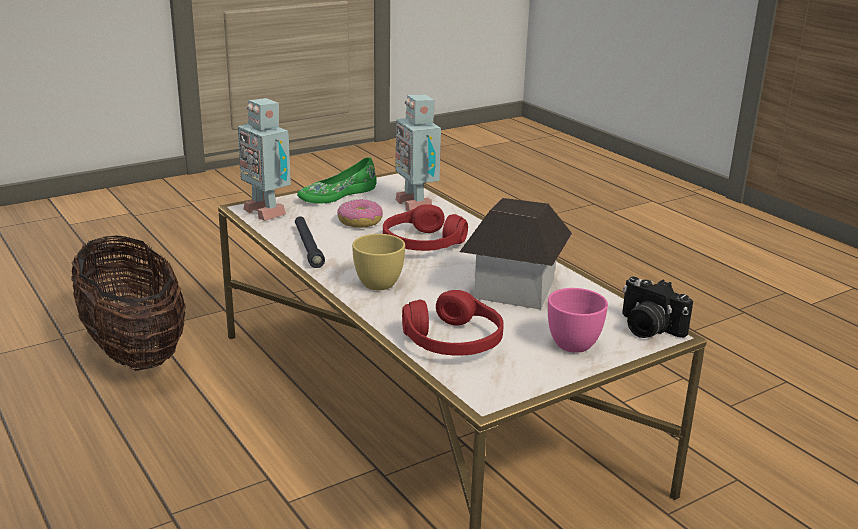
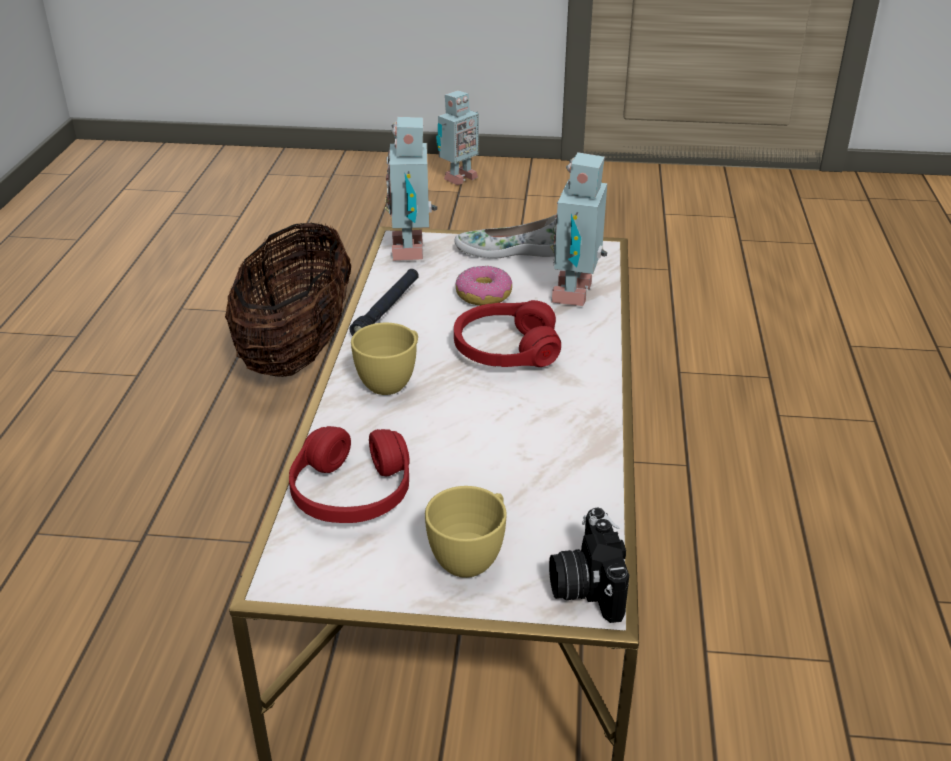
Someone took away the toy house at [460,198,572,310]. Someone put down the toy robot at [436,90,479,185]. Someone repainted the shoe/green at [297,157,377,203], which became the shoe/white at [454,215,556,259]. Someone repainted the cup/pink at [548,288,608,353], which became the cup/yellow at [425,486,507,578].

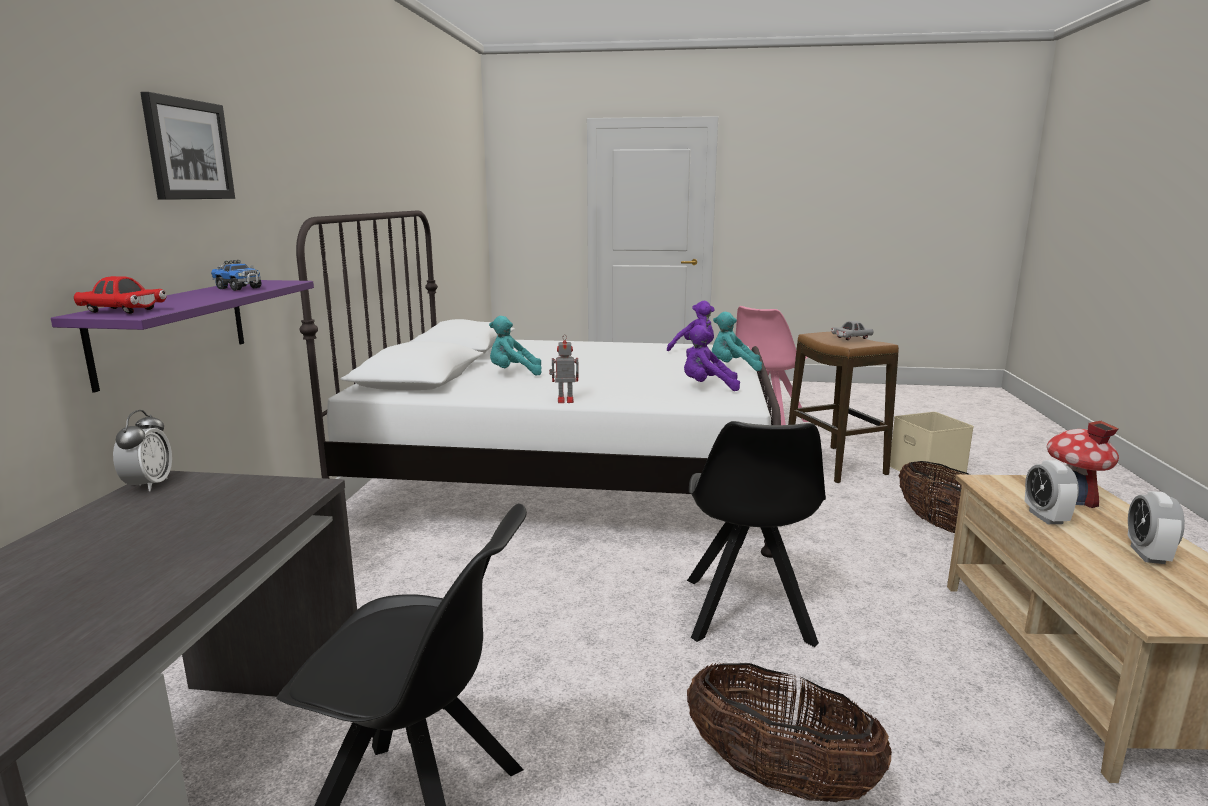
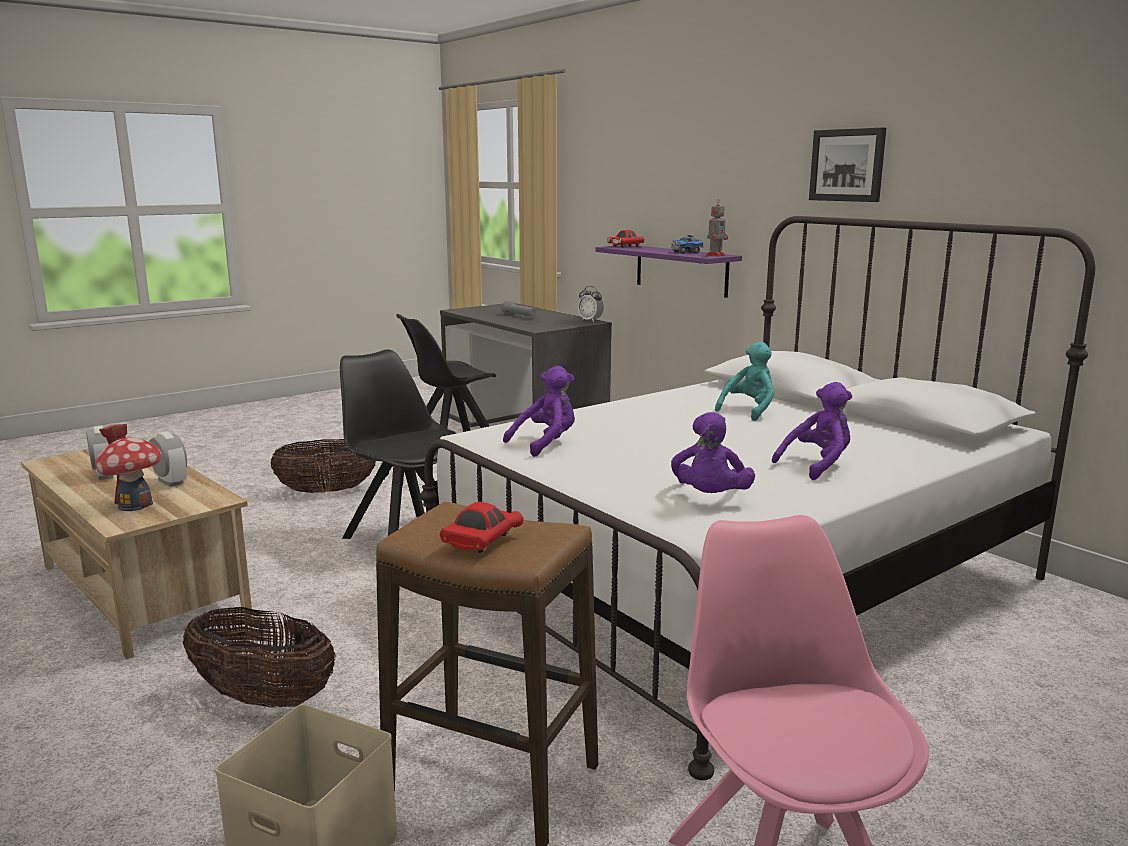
Someone took away the plush toy/turquoise at [712,312,762,371]. Someone put down the flashlight/grey at [501,301,536,316]. Someone put down the plush toy/purple at [772,382,852,480]. Someone carried the picture from [140,92,235,200] to [809,128,886,202]. Someone carried the toy robot from [549,334,579,403] to [706,199,728,256]. Someone repainted the toy car/grey at [831,321,874,340], which became the toy car/red at [440,502,524,553].

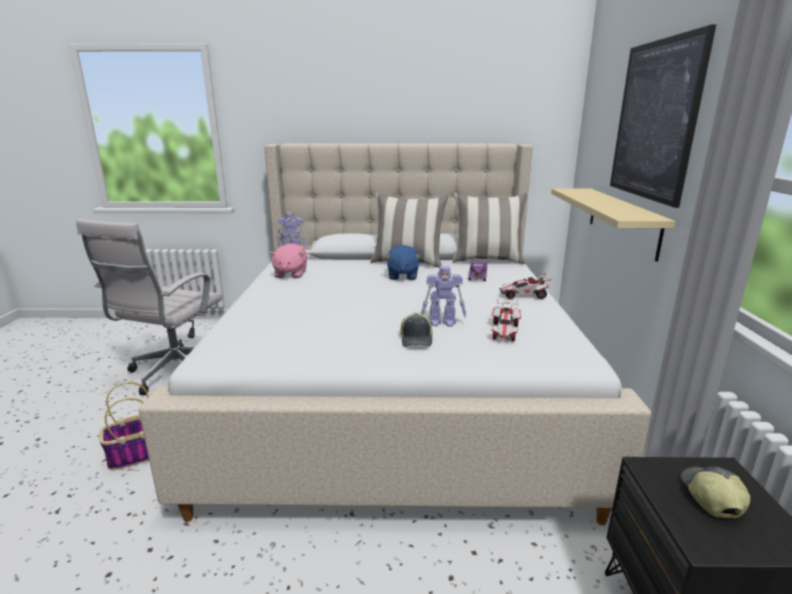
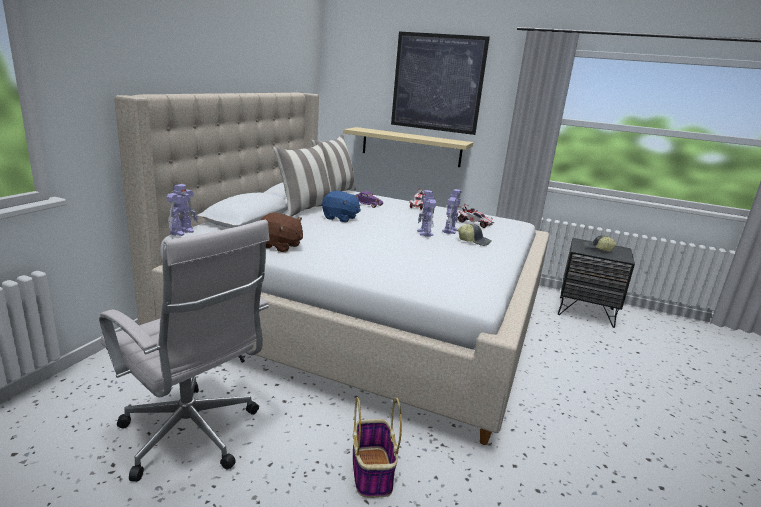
Someone put down the toy robot at [417,190,436,237]. Someone repainted the plush toy/pink at [269,243,307,278], which became the plush toy/brown at [261,213,303,252].

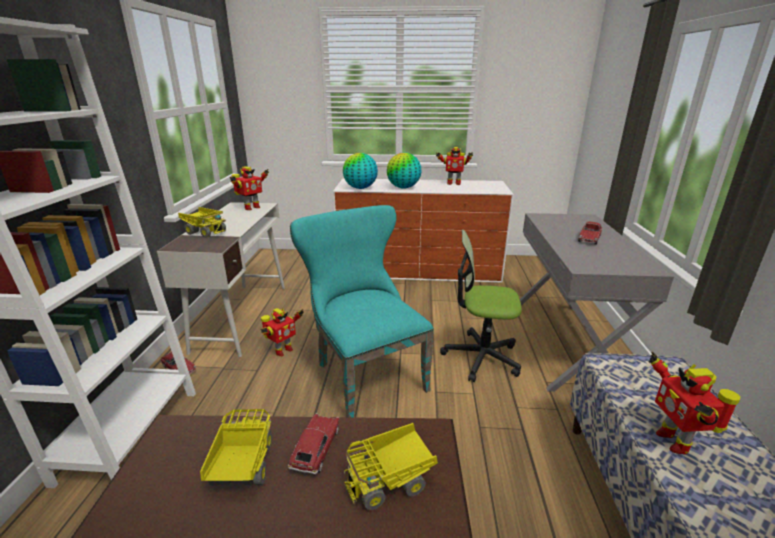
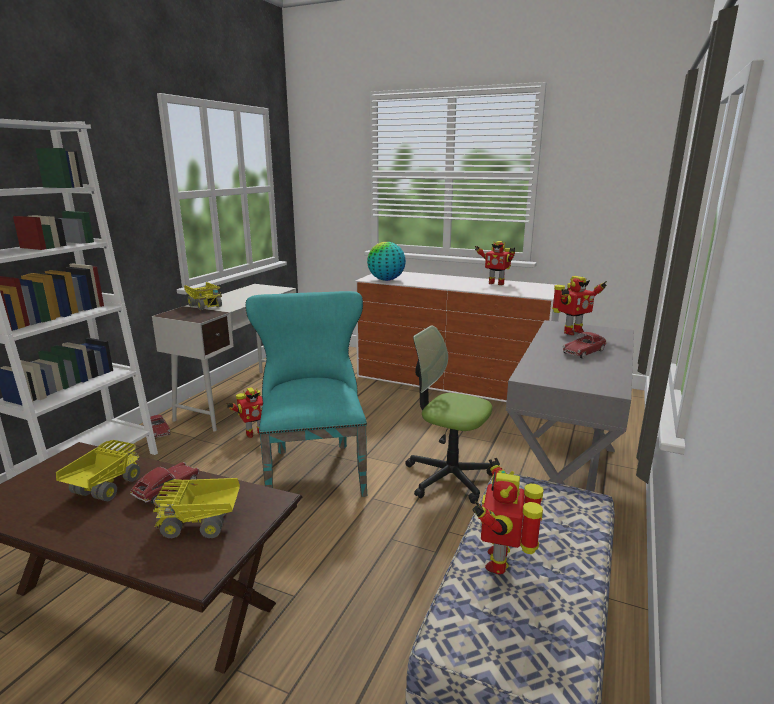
Someone took away the globe at [387,153,422,189]. Someone carried the toy robot from [230,166,269,210] to [552,276,607,335].

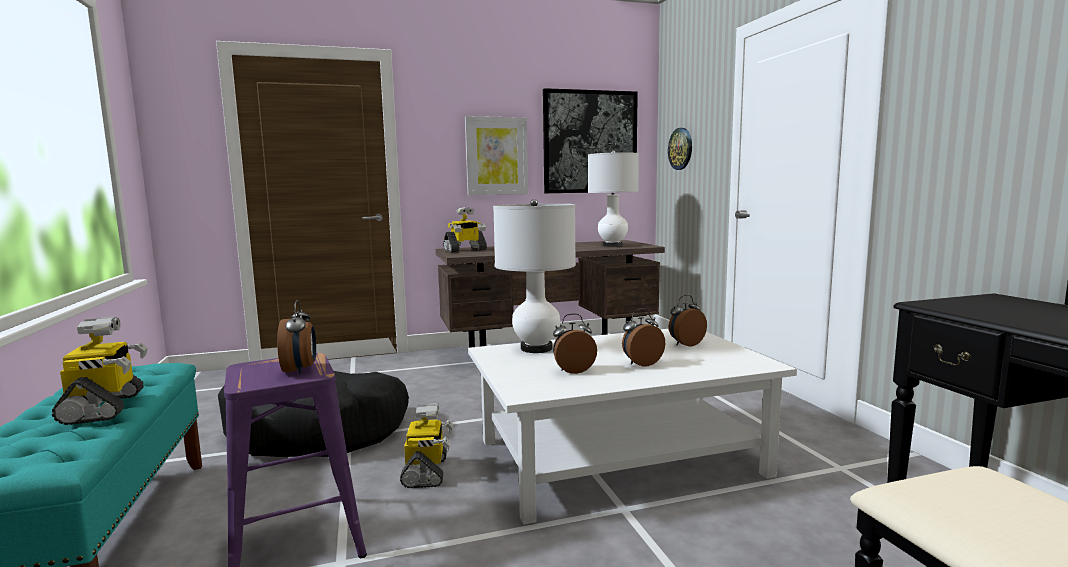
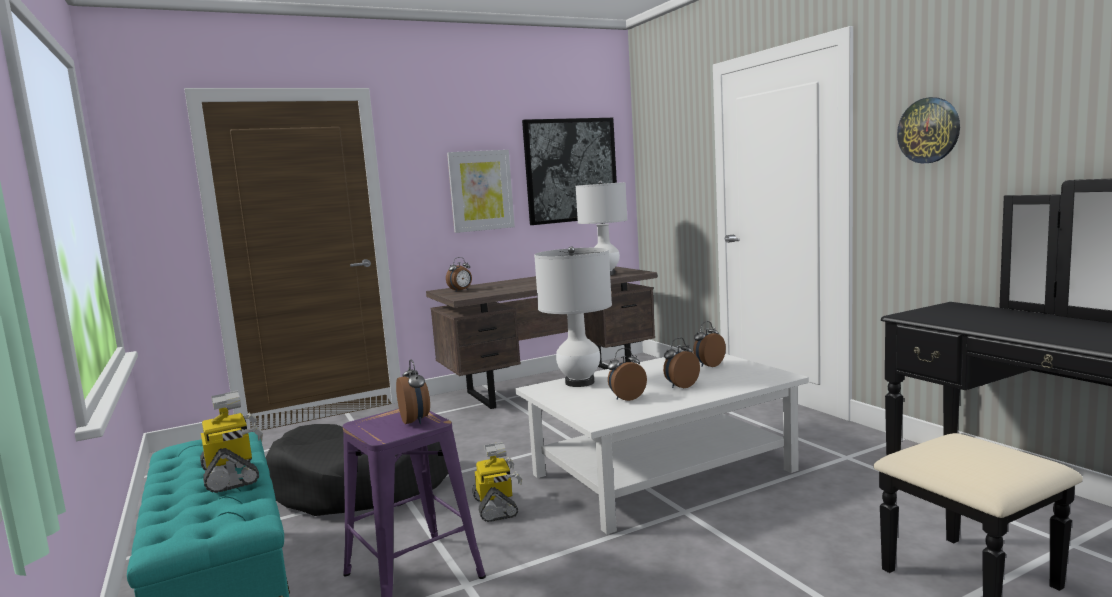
Someone carried the wall clock from [668,128,692,170] to [897,97,960,164]. Someone swapped the toy robot at [443,207,487,252] for the alarm clock at [446,257,472,291].

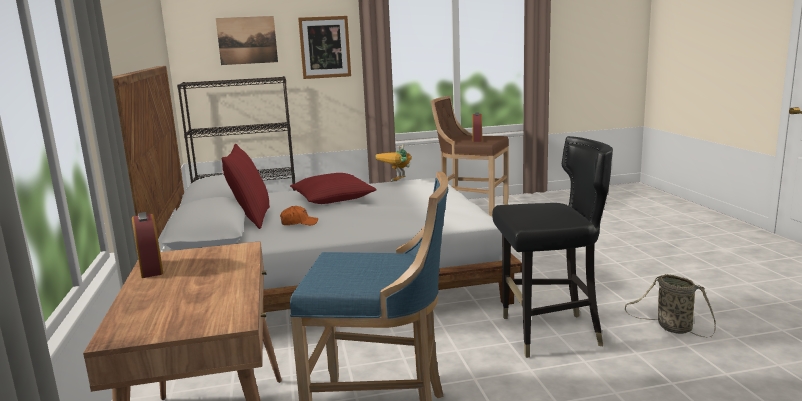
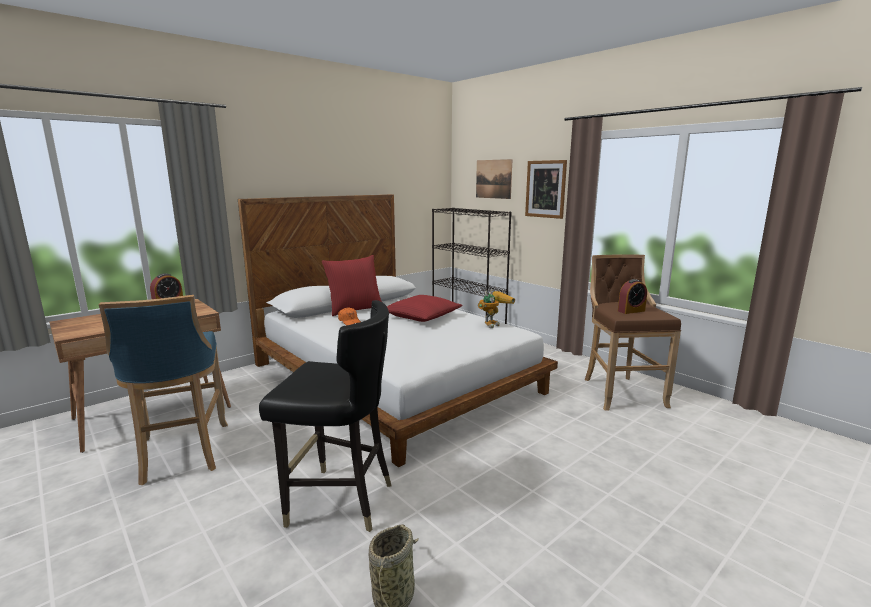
Someone rotated the toy robot at [375,144,412,182] by 135 degrees clockwise. Someone rotated the chair/black at [492,136,613,358] by 45 degrees counterclockwise.

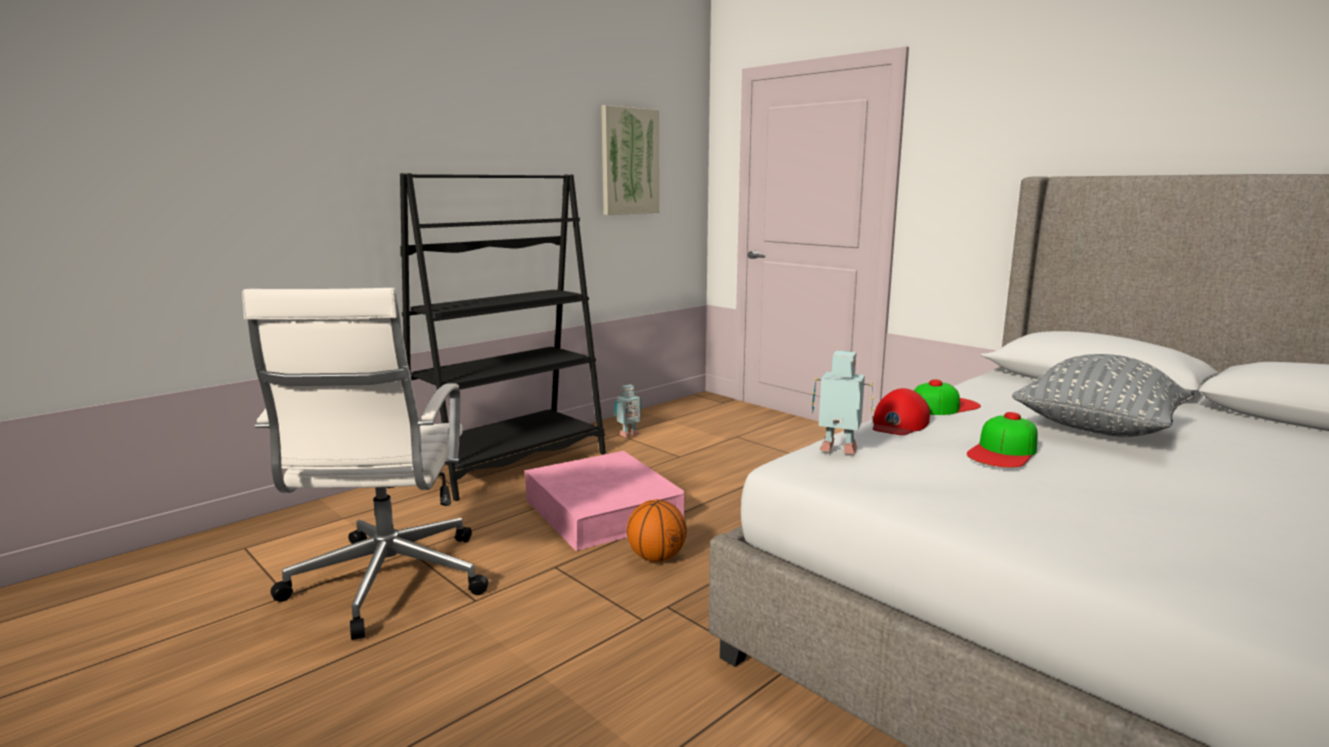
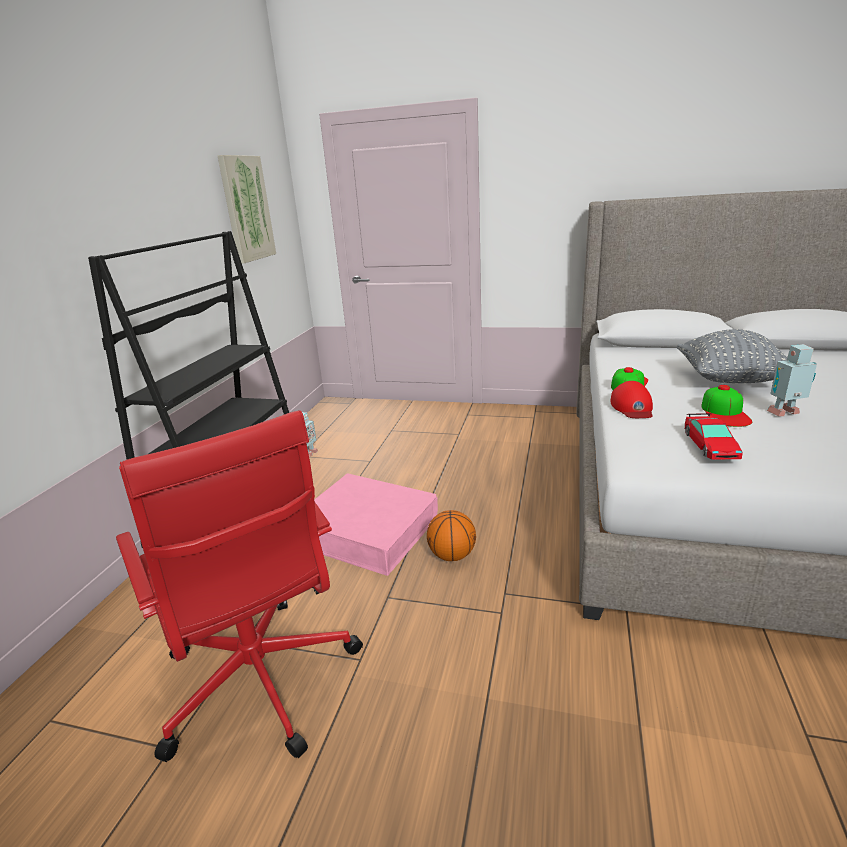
Someone put down the toy car at [685,413,743,460]. Someone carried the toy robot from [812,351,873,454] to [767,344,817,416]. Someone repainted the office chair/white at [242,288,488,640], which became the office chair/red at [116,410,363,762].

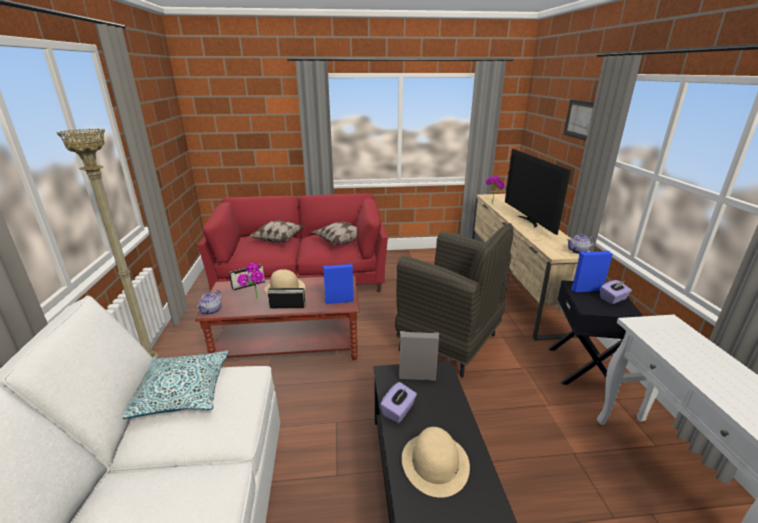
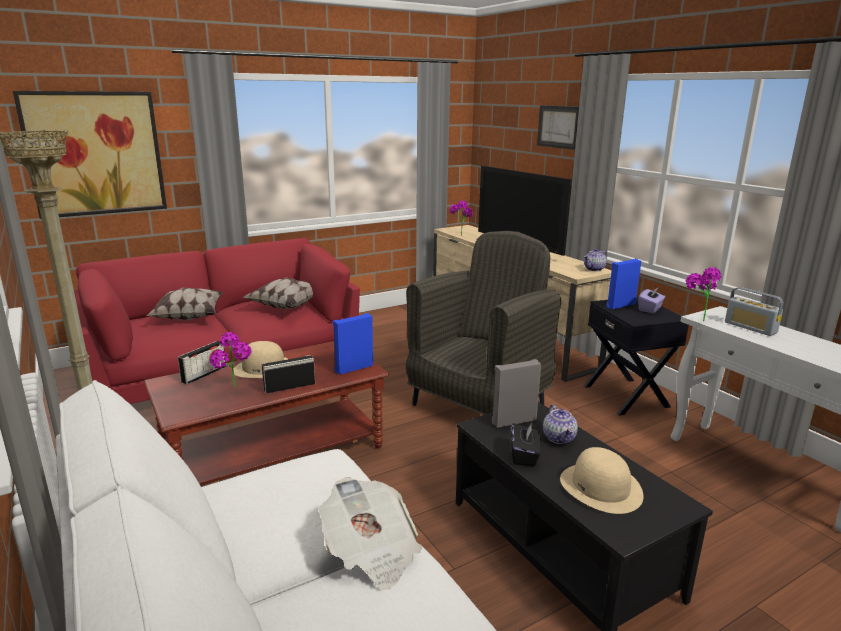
Someone took away the pillow at [122,350,229,419]. Someone put up the picture at [13,91,167,219]. Someone put down the newspaper at [319,477,422,589]. Someone put down the potted plant at [686,267,722,321]. Someone put down the radio at [725,287,783,336]. Someone carried the teapot from [196,290,221,315] to [543,404,578,444]. Someone repainted the tissue box/purple at [380,382,417,423], which became the tissue box/black at [511,422,541,466]. Someone rotated the armchair/grey at [395,223,514,378] by 60 degrees counterclockwise.

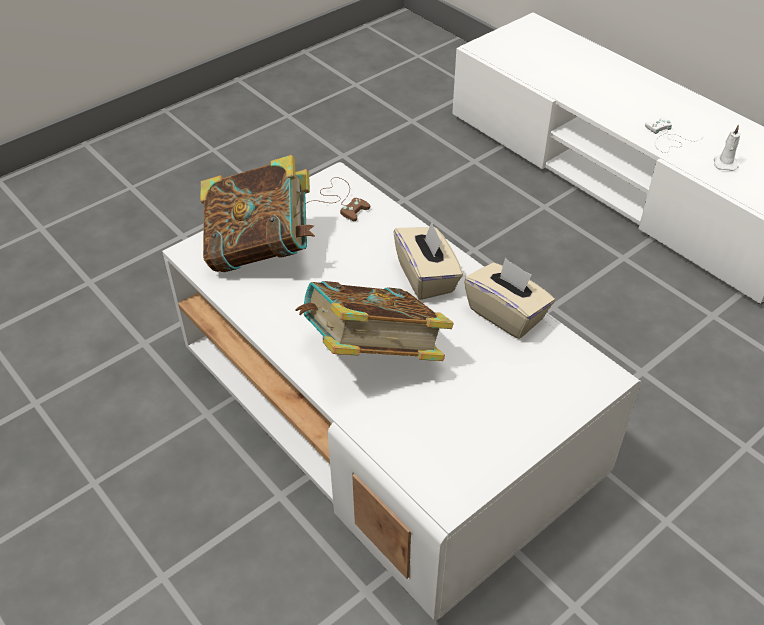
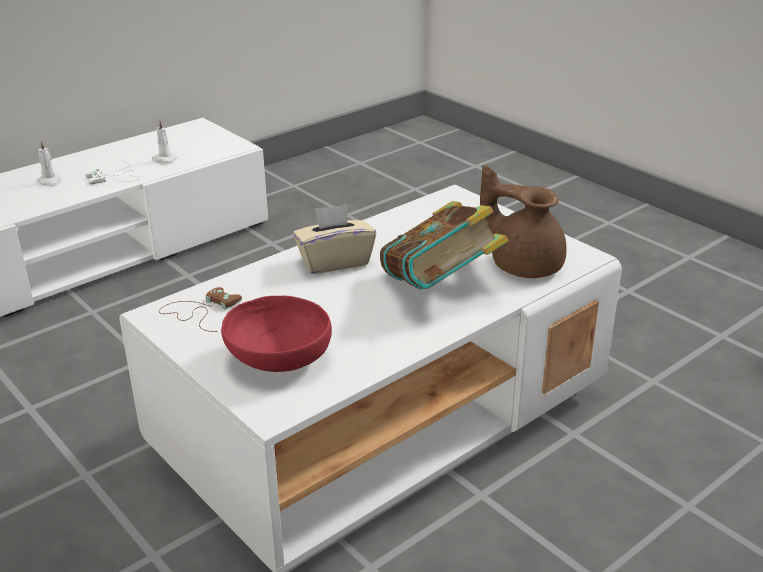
Someone took away the tissue box/beige at [464,257,555,339]. Someone put down the candle/white at [36,141,61,187]. Someone put down the teapot/brown at [480,165,567,278]. Someone swapped the book at [200,155,315,272] for the bowl/red at [221,296,332,372].

